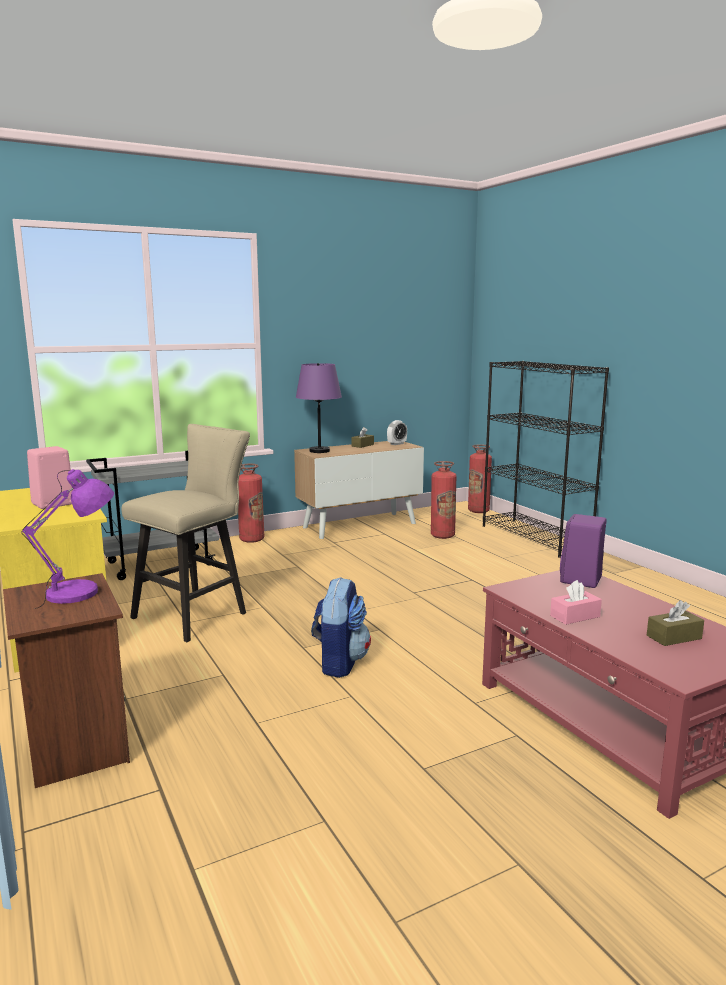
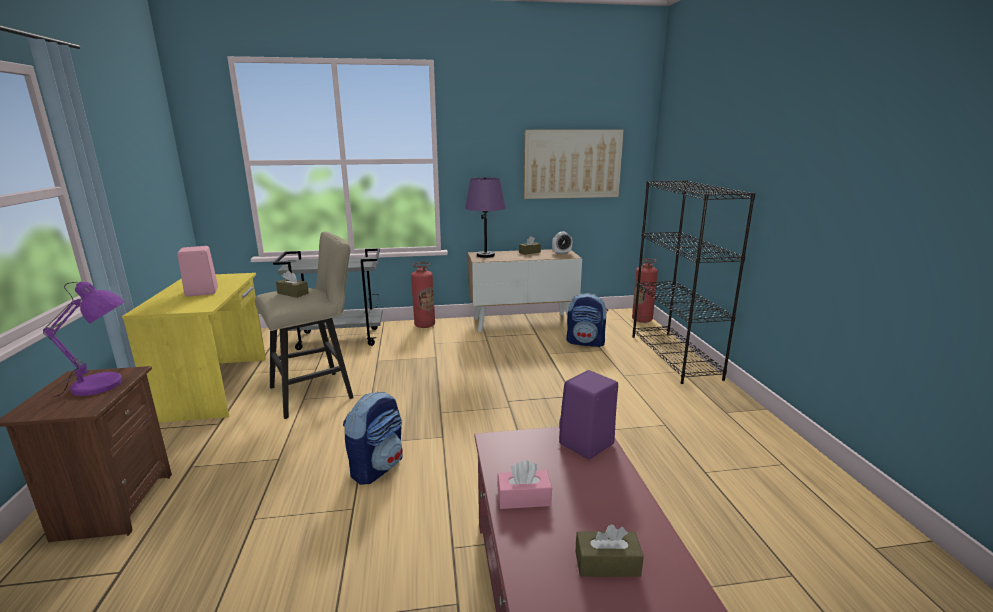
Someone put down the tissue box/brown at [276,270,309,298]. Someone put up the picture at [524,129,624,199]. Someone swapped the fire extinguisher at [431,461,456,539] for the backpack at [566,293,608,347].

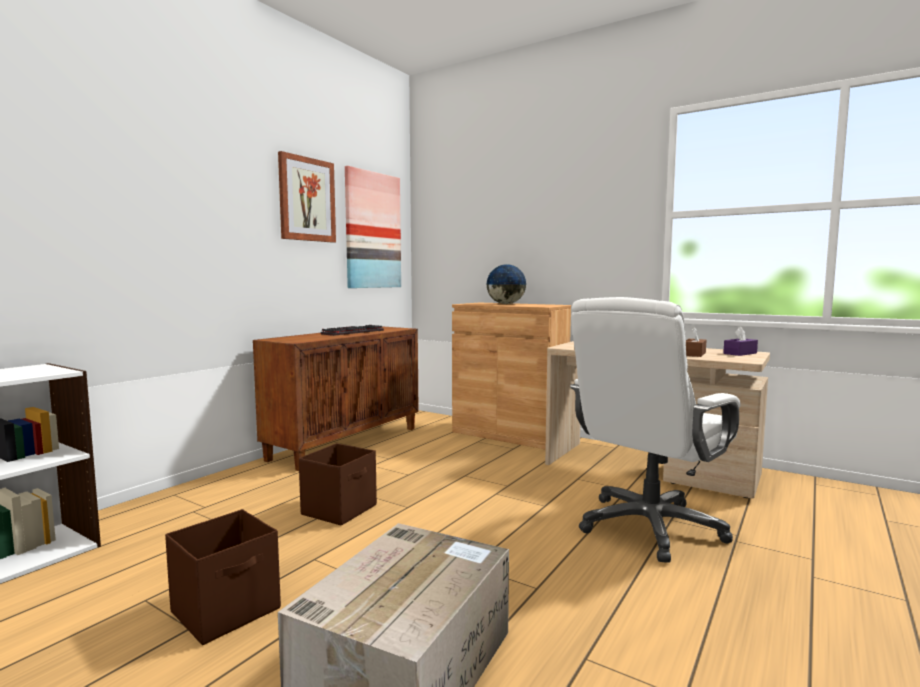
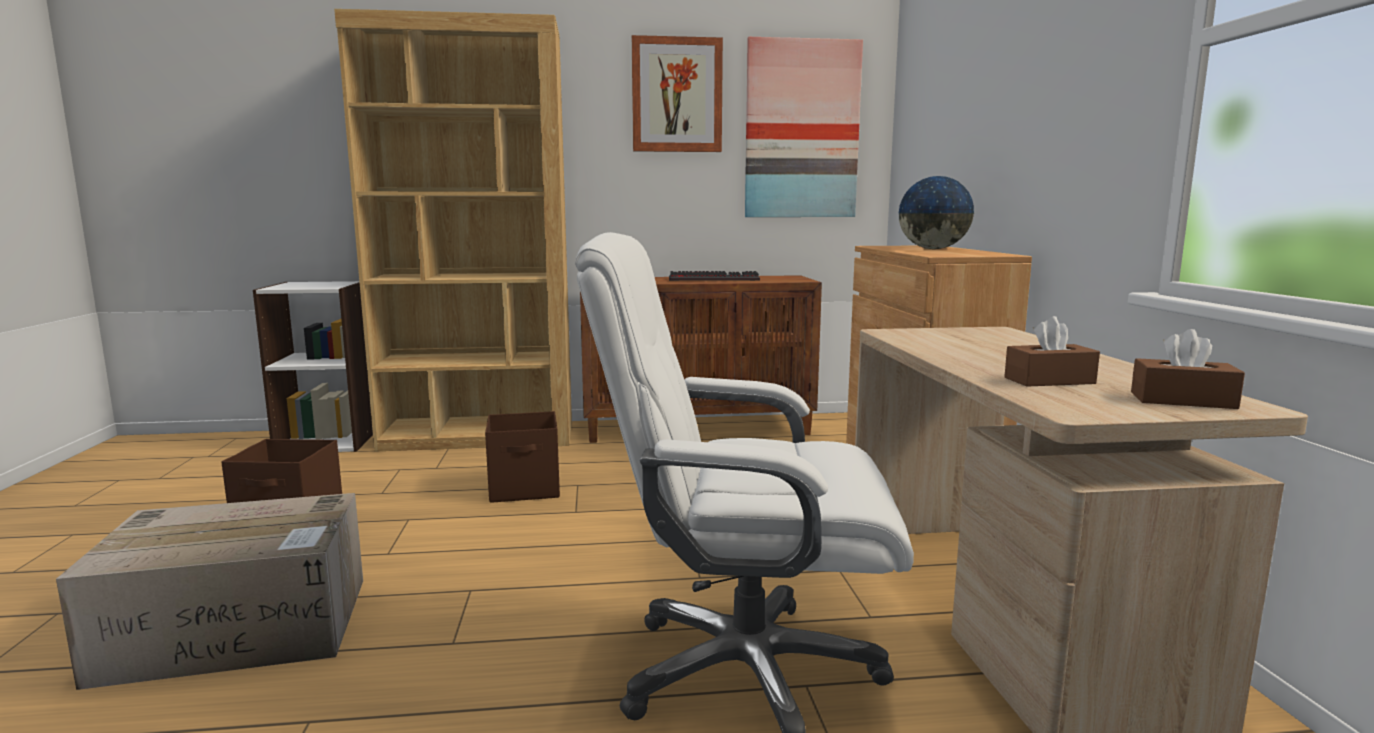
Someone put down the bookcase/brown at [334,9,572,452]. Someone repainted the tissue box/purple at [723,327,758,356], which became the tissue box/brown at [1131,329,1245,409].

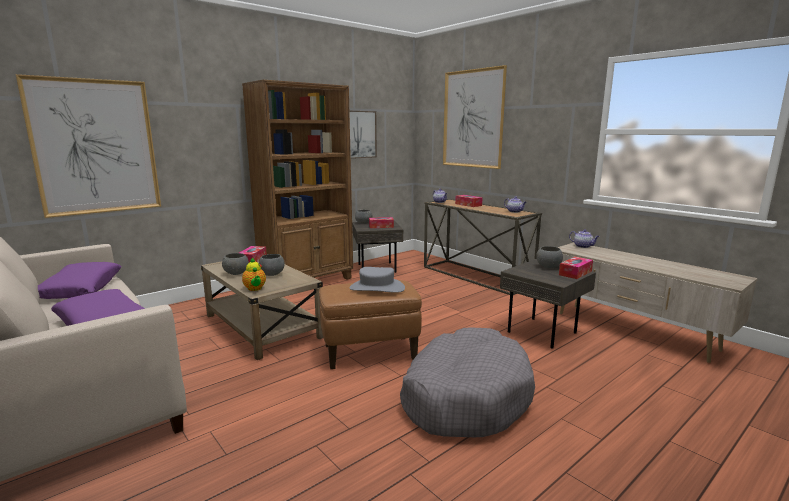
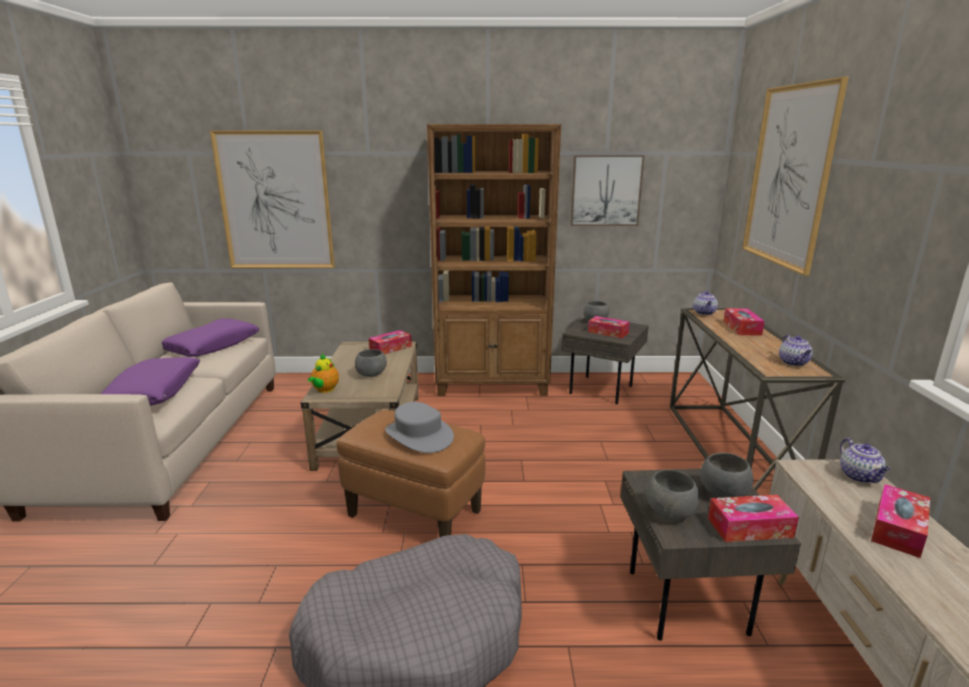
Someone put down the tissue box at [871,484,930,558]. Someone carried the bowl/grey from [222,253,249,275] to [645,469,699,520].

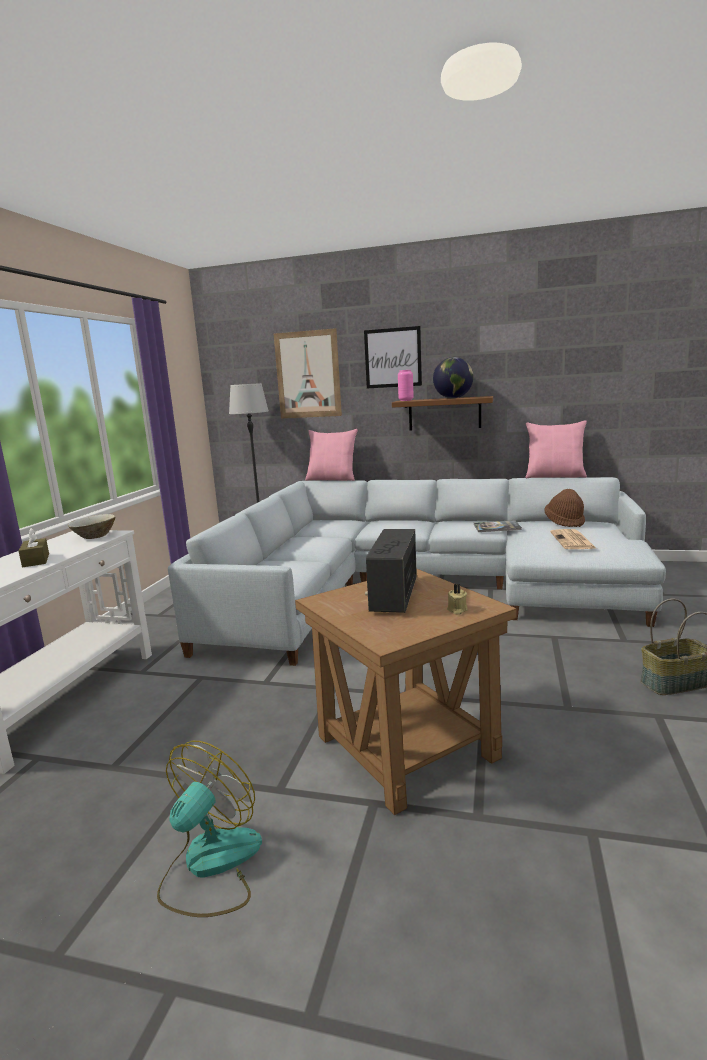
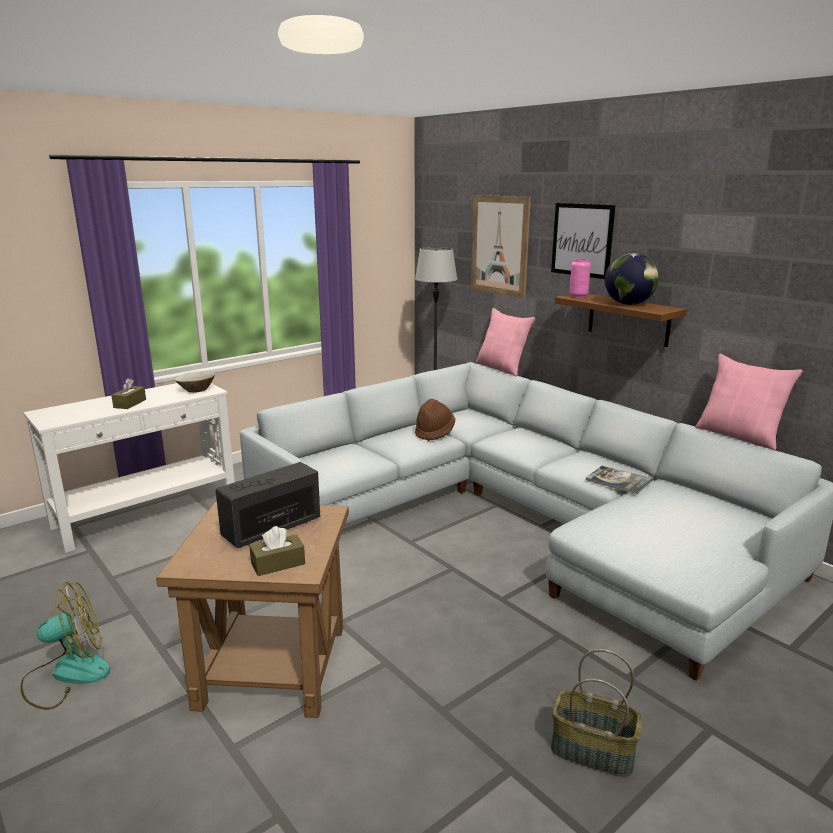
Someone took away the newspaper at [550,529,597,549]. Someone carried the hat/brown from [544,489,585,527] to [415,399,455,441]. Someone swapped the candle/beige at [447,584,468,614] for the tissue box/brown at [250,526,305,576].

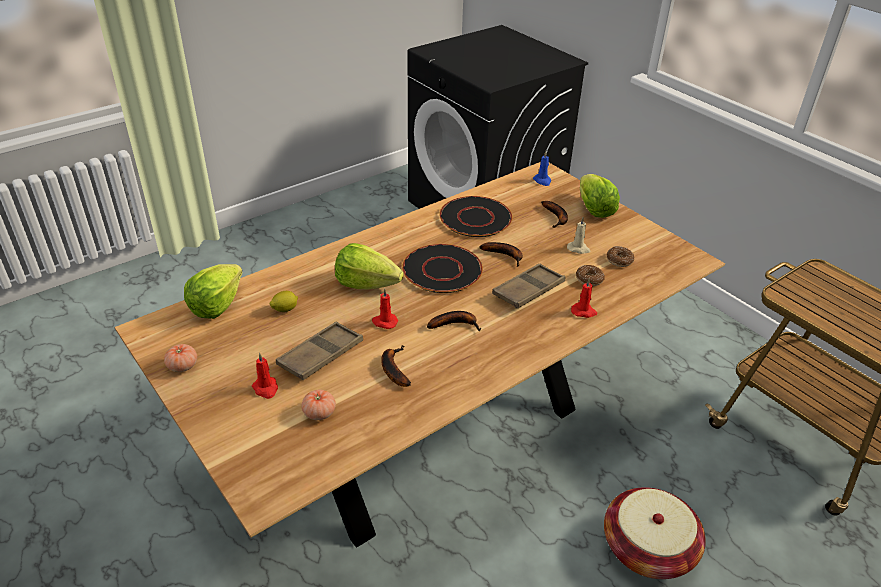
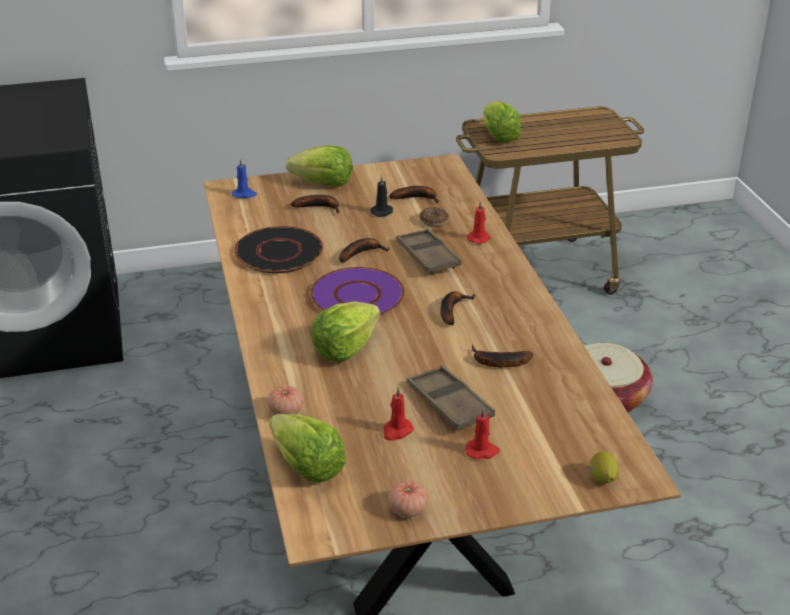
Someone put down the lettuce at [483,101,521,143]. Someone carried the lemon from [269,291,298,312] to [590,451,619,483]. Someone carried the tomato from [302,390,336,420] to [267,386,304,415]. Someone carried the candle/red from [372,288,398,329] to [383,387,414,441]. Someone swapped the donut at [607,246,634,267] for the banana at [389,186,439,204]. Someone repainted the plate/black at [402,244,483,293], which became the plate/purple at [310,267,405,316]. Someone repainted the candle/beige at [567,217,591,254], which became the candle/black at [370,176,393,217].

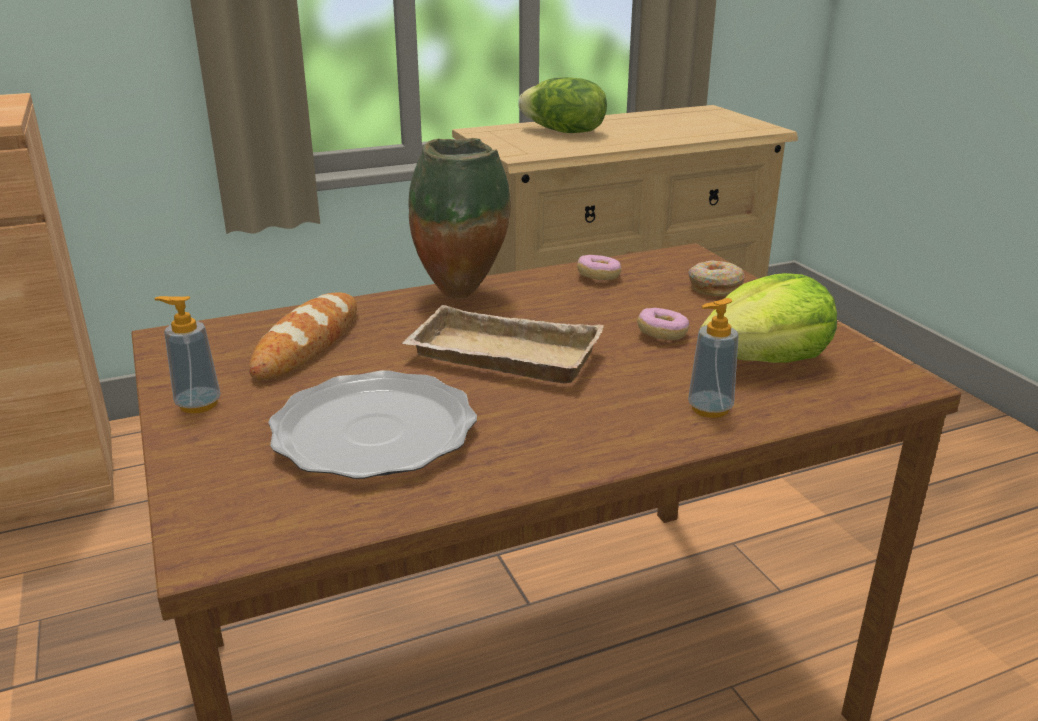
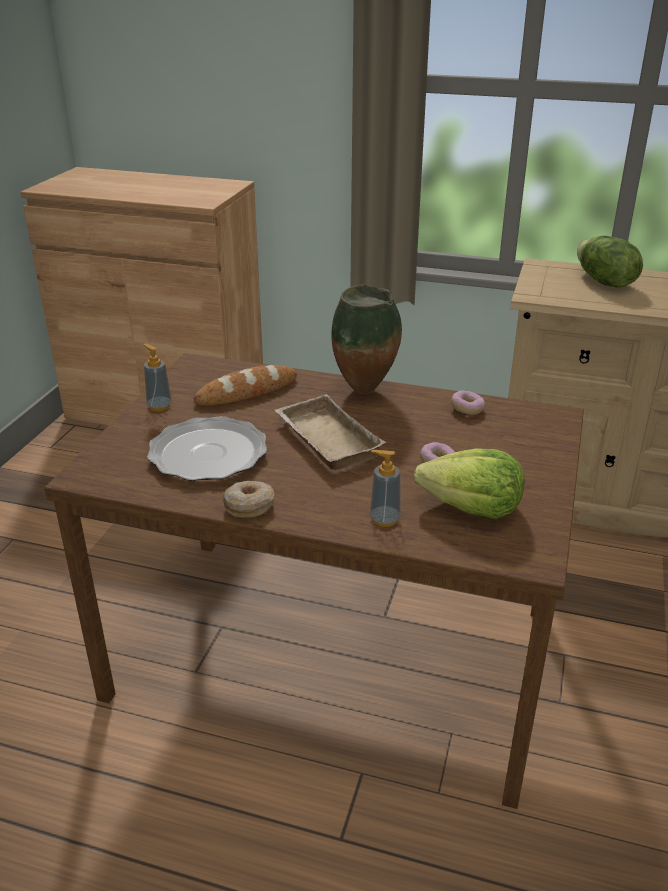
Someone carried the donut from [689,260,745,296] to [223,481,275,518].

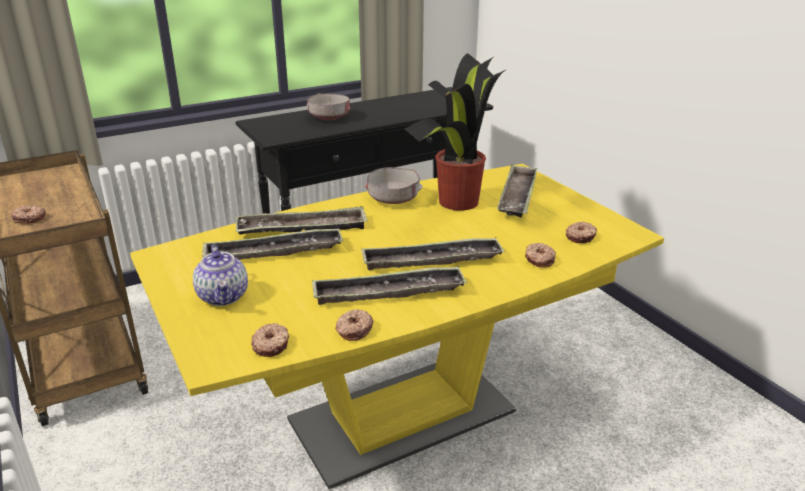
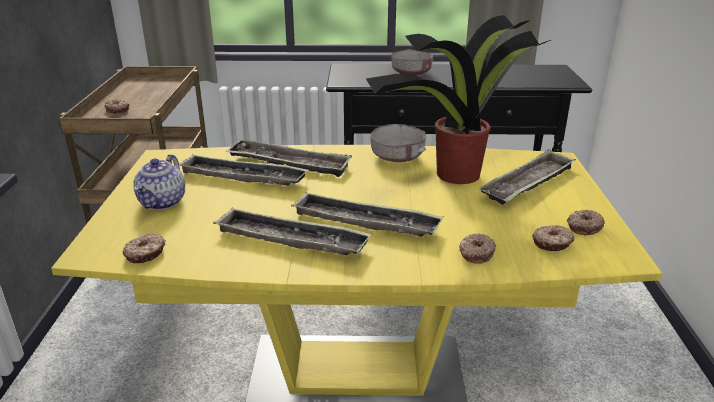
Someone carried the donut from [335,309,373,341] to [567,210,605,235].

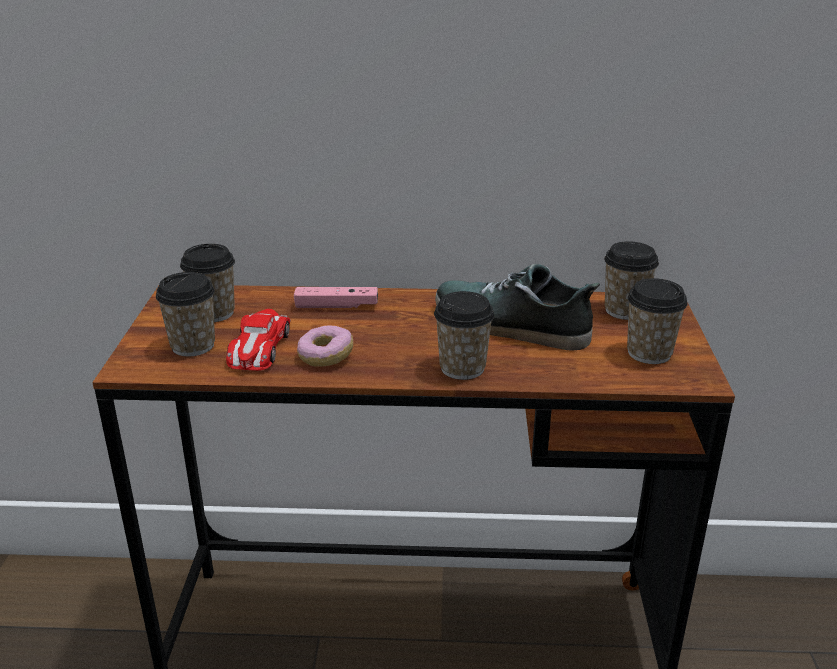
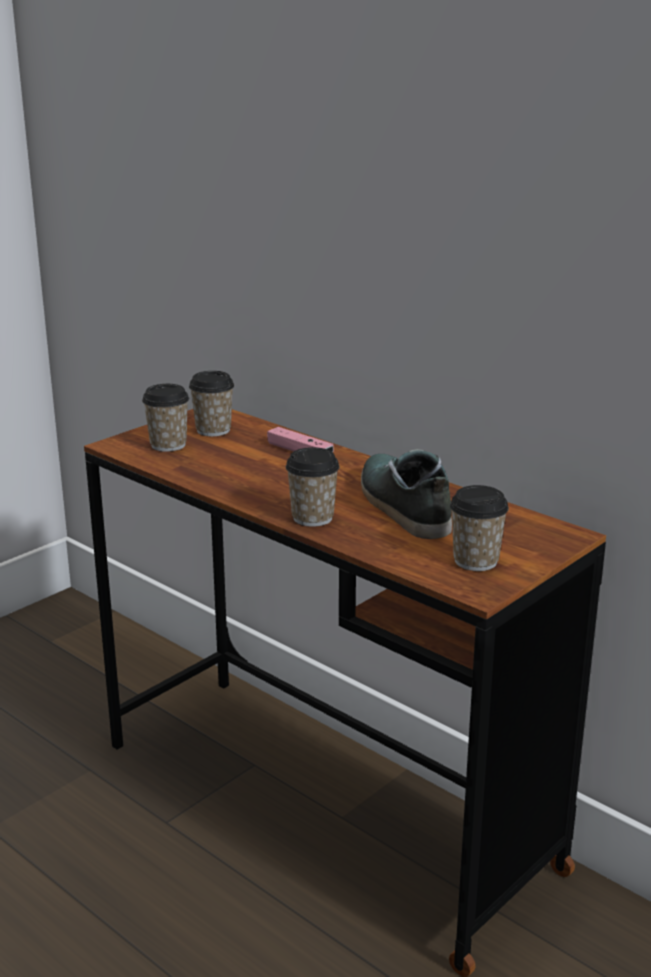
Someone took away the toy car at [226,309,291,371]. Someone took away the donut at [297,325,353,367]. Someone took away the cup at [604,241,659,320].

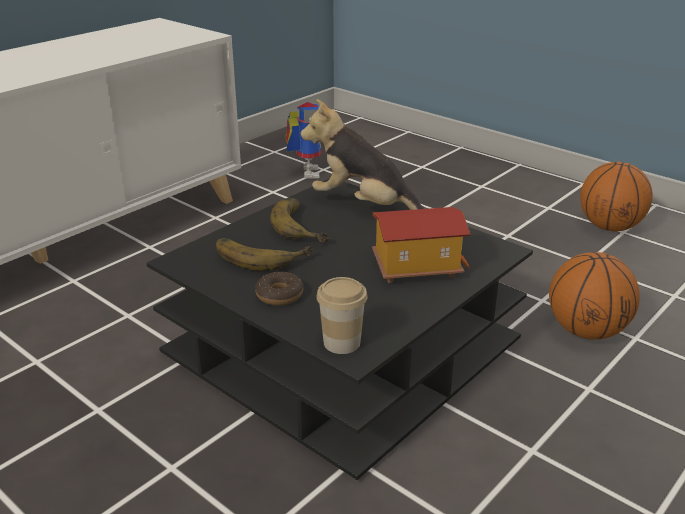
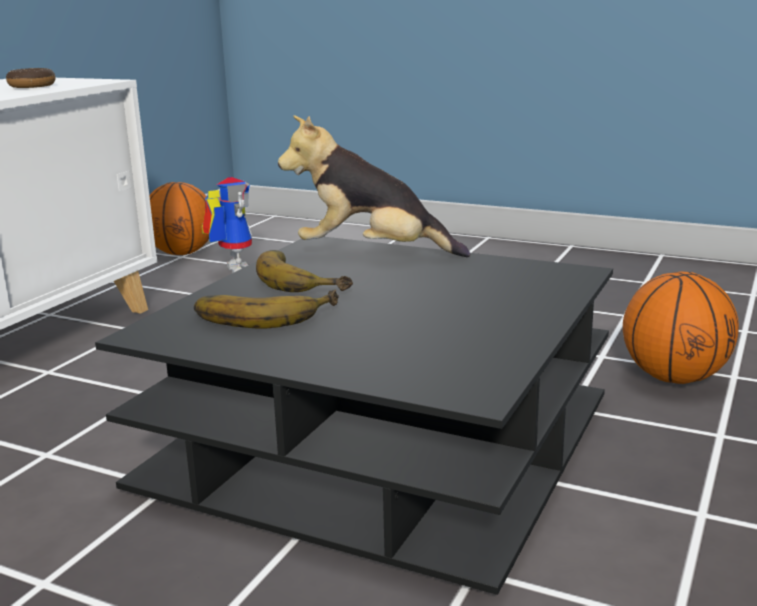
Someone took away the cup at [316,277,368,354]. Someone took away the toy house at [372,207,470,283]. Someone carried the donut from [255,272,303,306] to [6,68,56,88]. Someone carried the basketball from [580,162,653,231] to [149,182,209,255].

